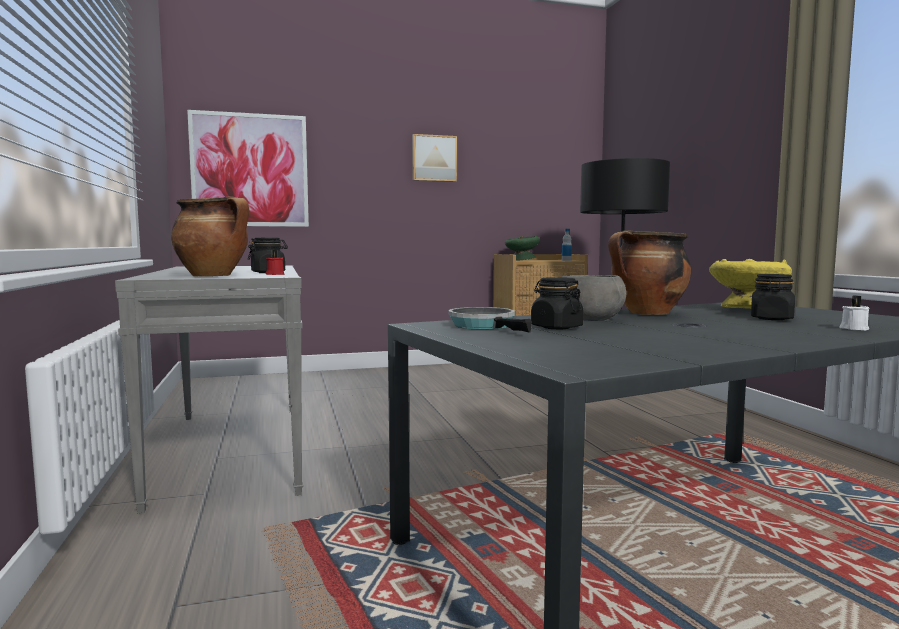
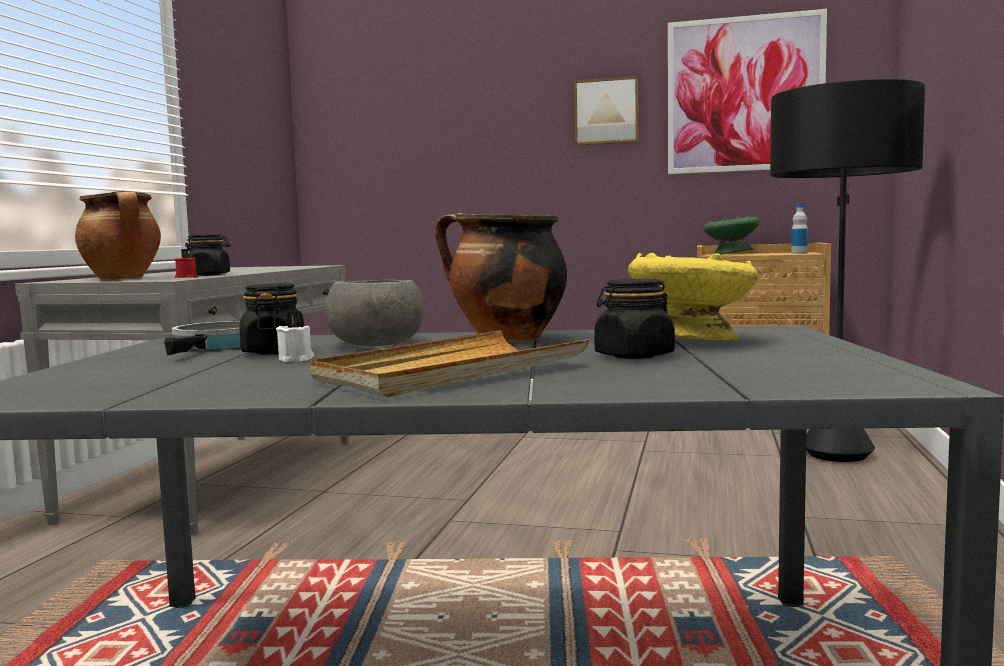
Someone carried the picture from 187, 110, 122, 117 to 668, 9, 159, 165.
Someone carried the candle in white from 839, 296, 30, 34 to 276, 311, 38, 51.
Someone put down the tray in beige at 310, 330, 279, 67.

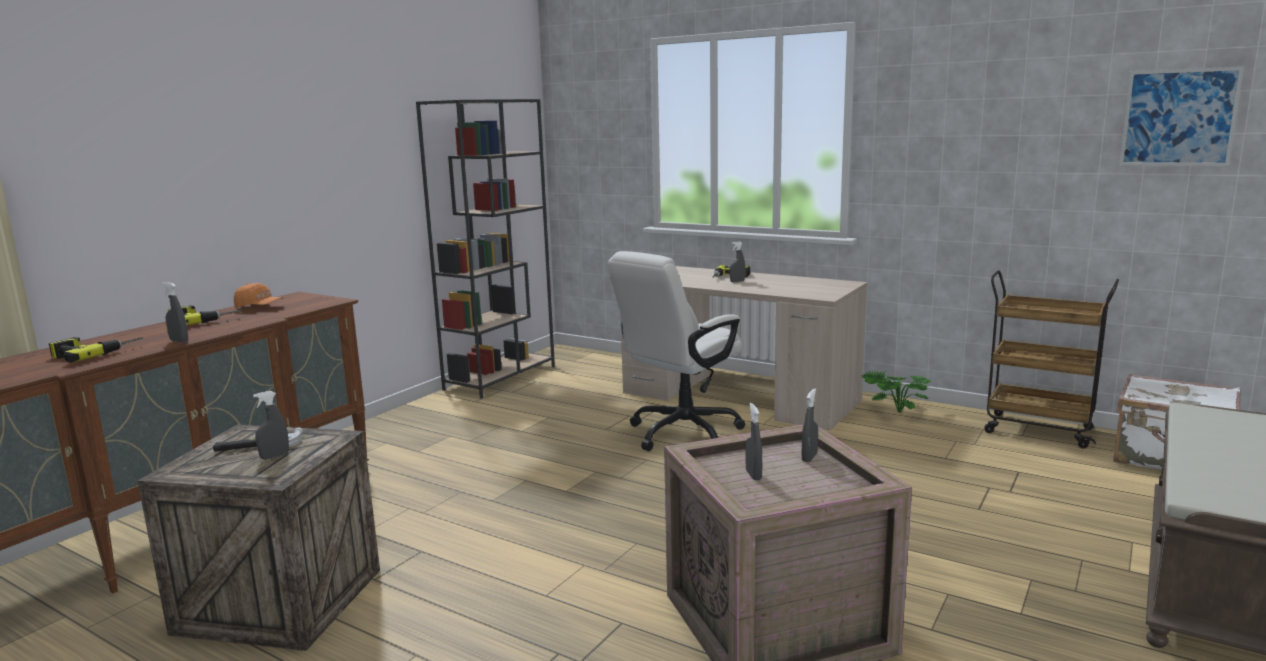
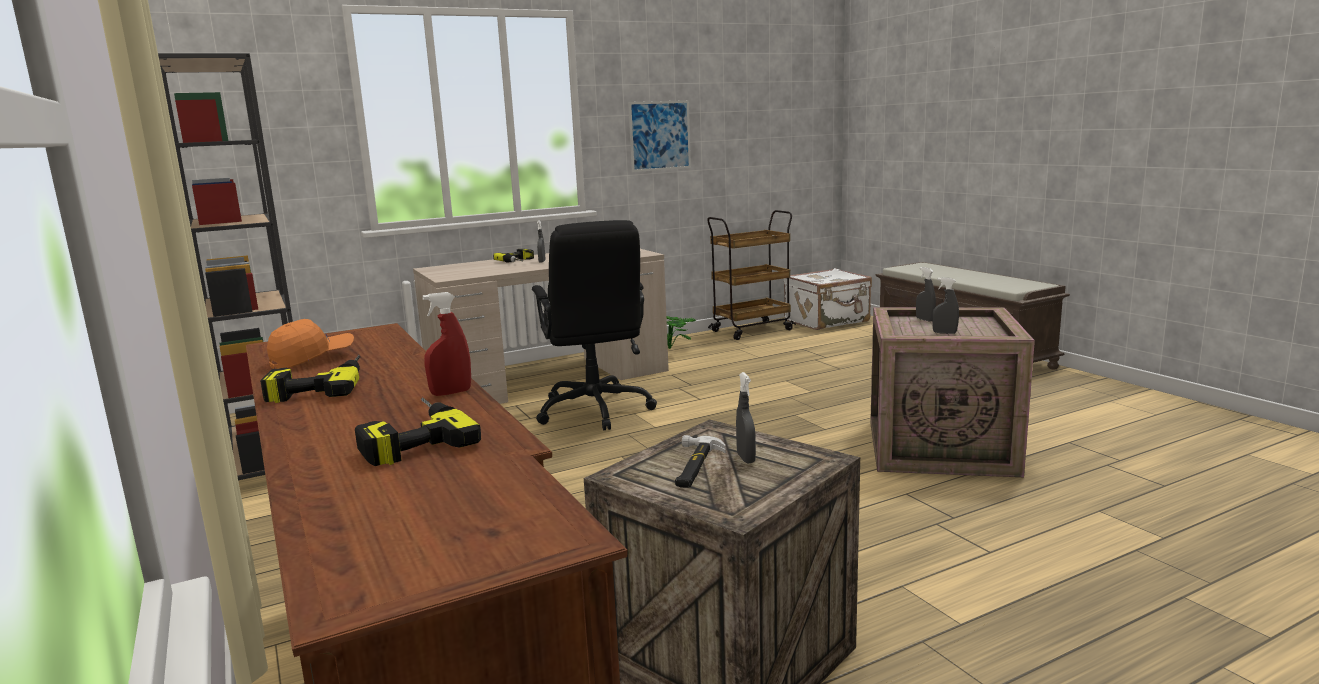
Someone carried the picture from 1119, 67, 125, 99 to 628, 100, 63, 72.
Someone repainted the office chair in white at 608, 251, 137, 200, which became the office chair in black at 532, 220, 125, 210.
Someone repainted the spray bottle in grey at 162, 282, 26, 61, which became the spray bottle in red at 422, 292, 49, 104.

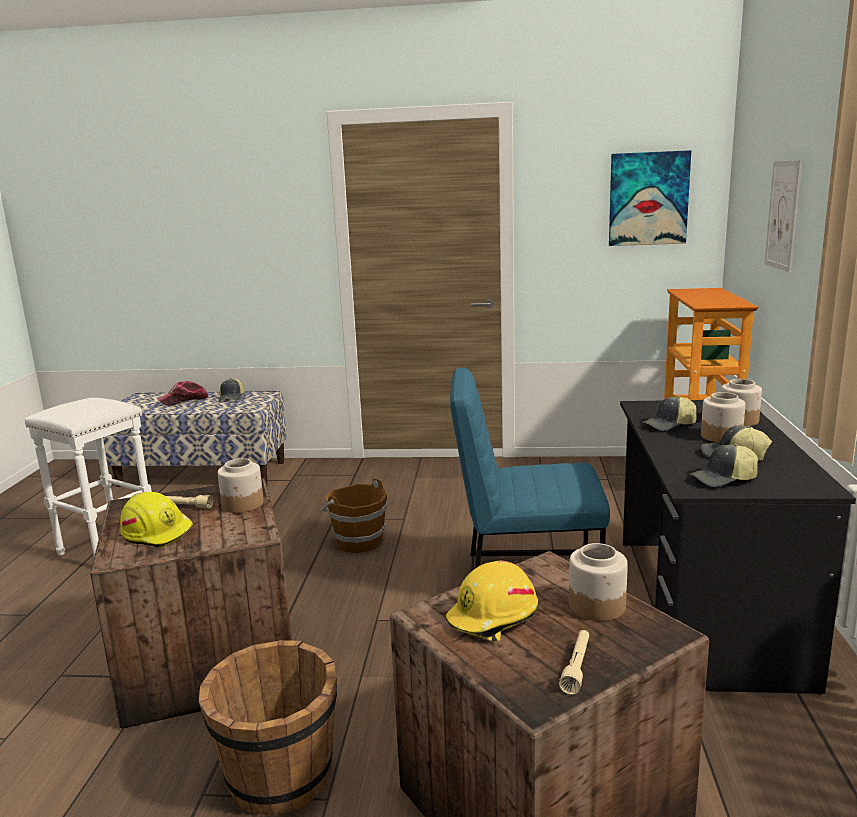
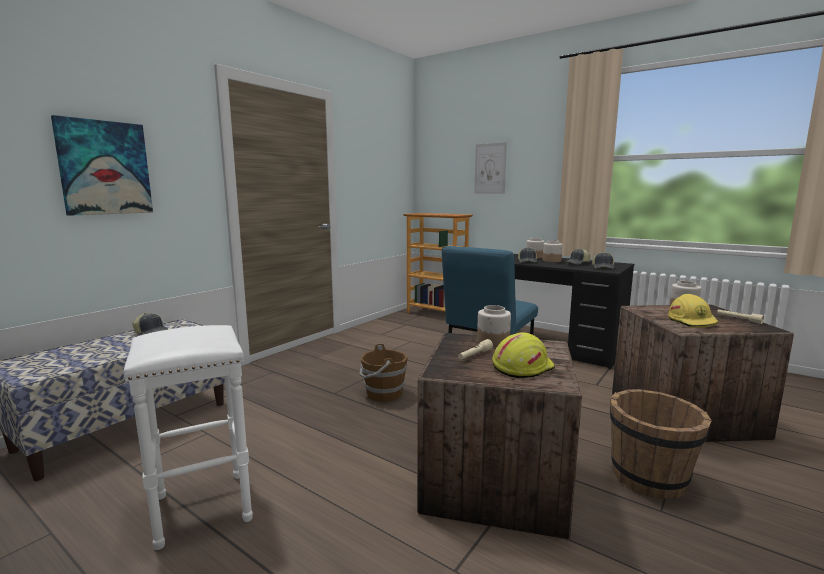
Someone carried the picture from 609, 150, 82, 96 to 51, 115, 102, 101.
Someone took away the cap at 157, 381, 51, 25.

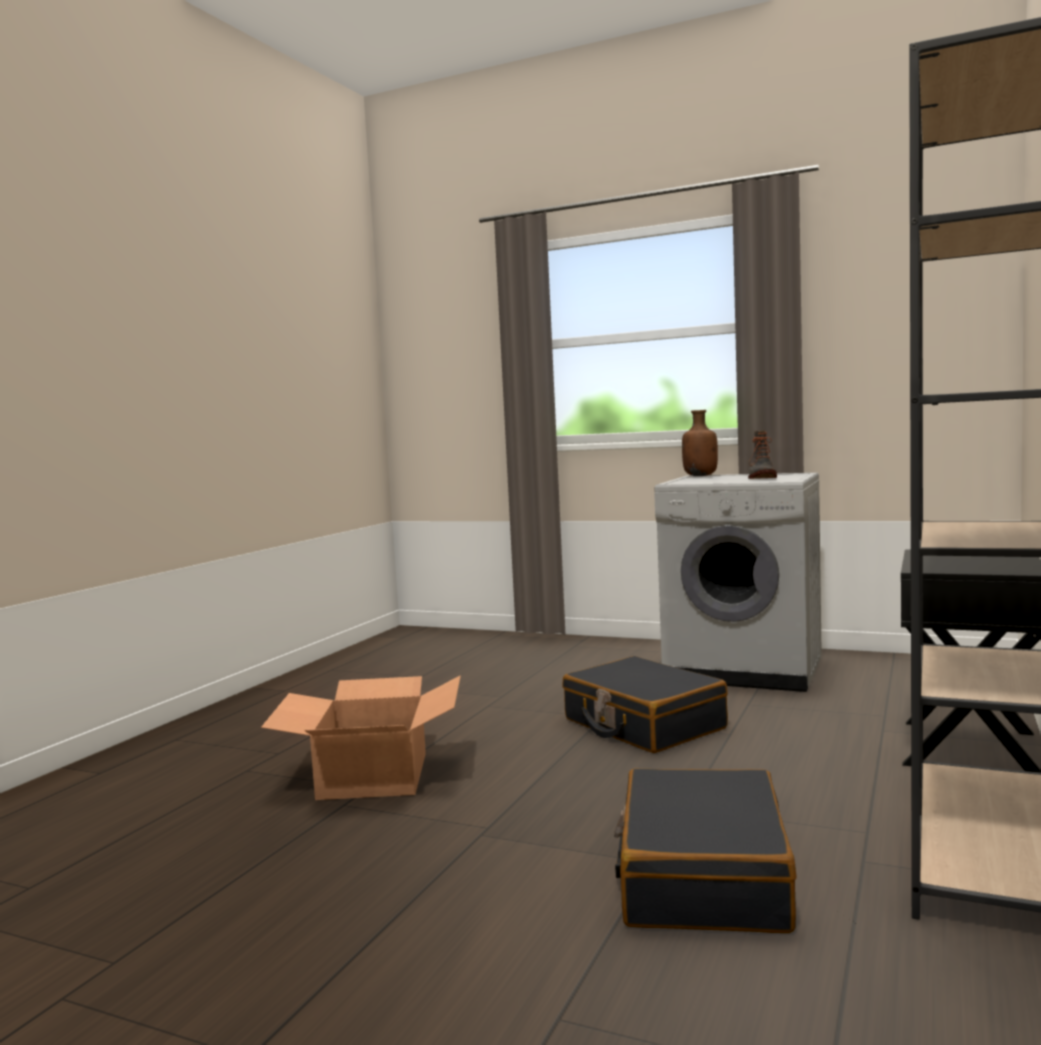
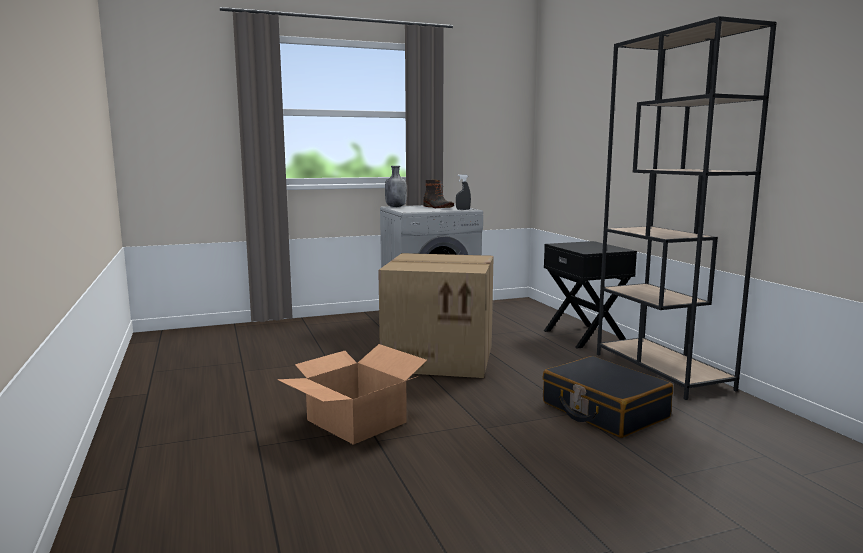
Someone repainted the bottle in brown at 682, 410, 36, 66, which became the bottle in grey at 385, 166, 22, 41.
Someone swapped the suitcase in black at 562, 656, 166, 97 for the cardboard box at 378, 253, 116, 125.
Someone put down the spray bottle in grey at 456, 174, 15, 36.

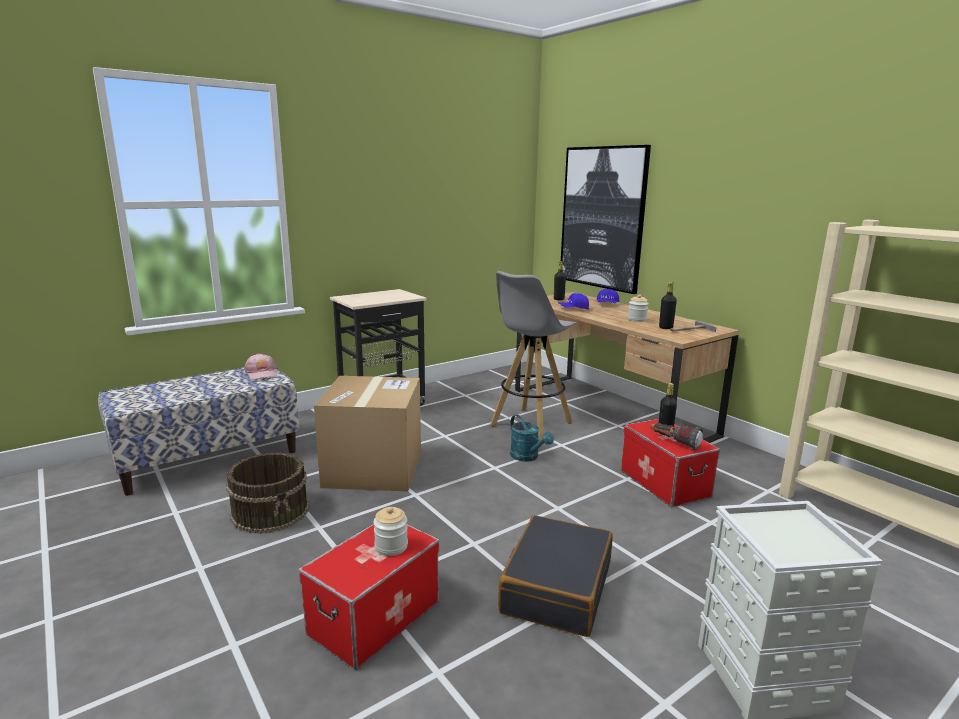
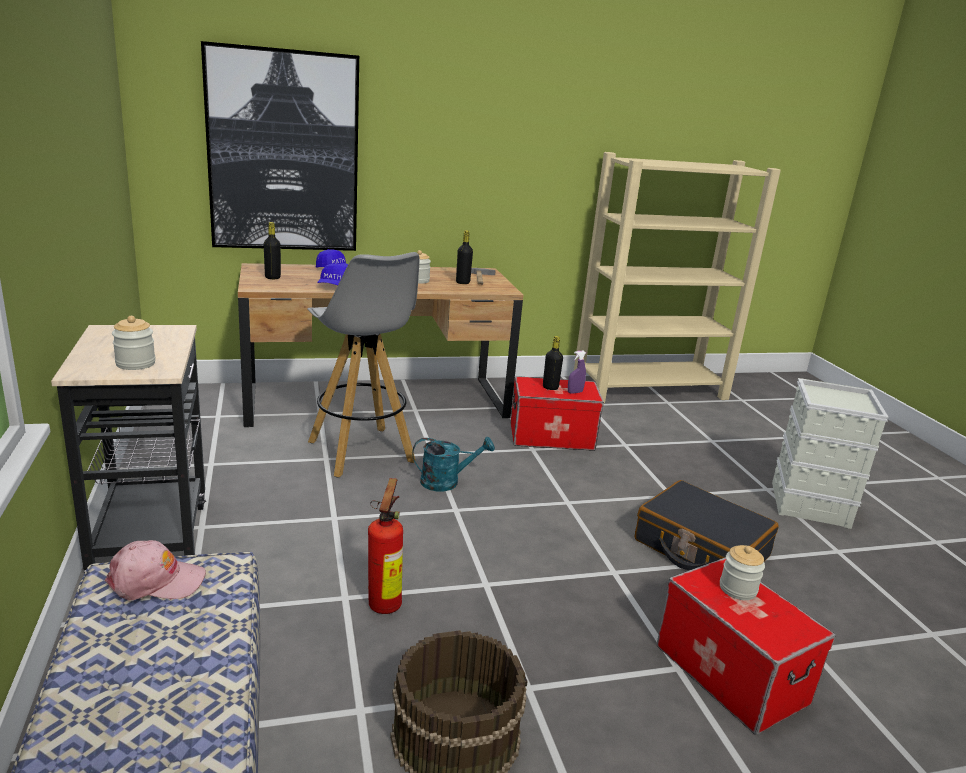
Someone swapped the cardboard box at 314, 376, 107, 116 for the fire extinguisher at 368, 478, 35, 136.
Someone swapped the flashlight at 651, 423, 52, 27 for the spray bottle in purple at 568, 351, 18, 43.
Someone put down the jar at 112, 316, 44, 54.

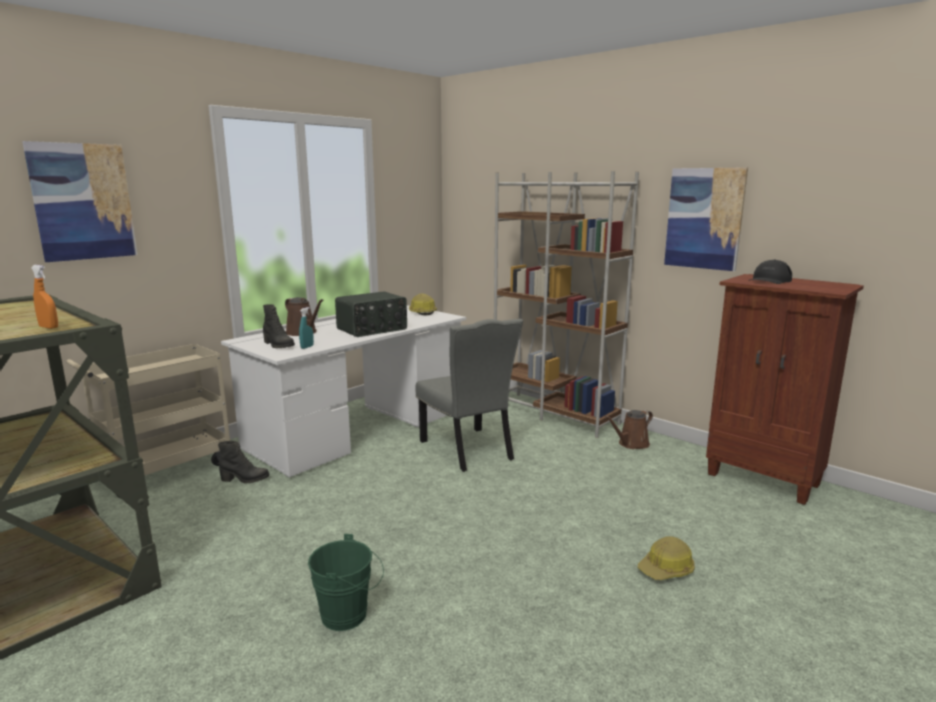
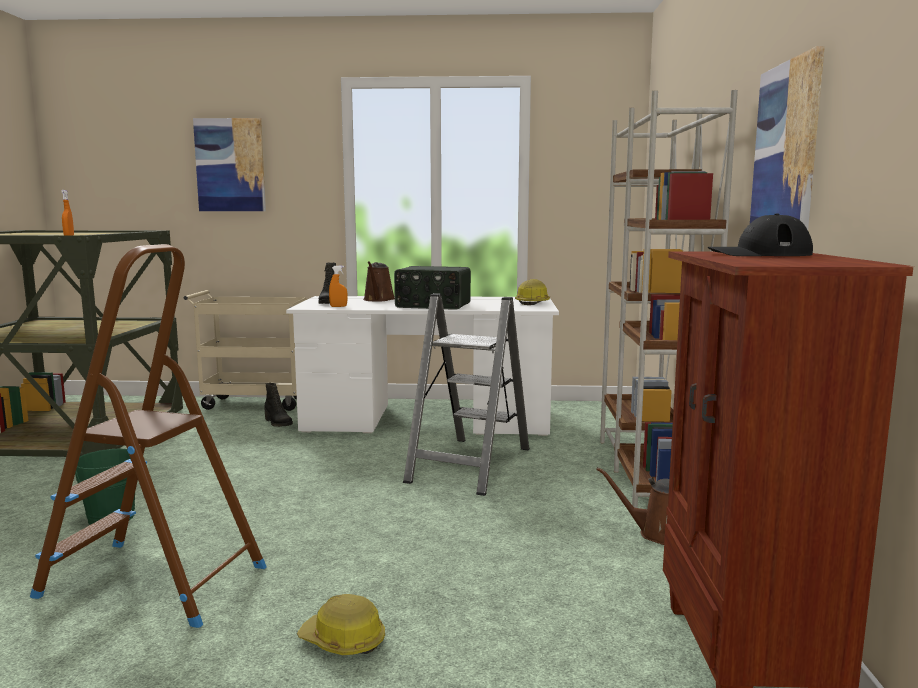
Someone repainted the spray bottle in turquoise at 299, 307, 15, 42, which became the spray bottle in orange at 329, 266, 19, 41.
Someone swapped the chair in grey at 416, 319, 107, 153 for the step ladder in grey at 403, 293, 127, 203.
Someone put down the step ladder in brown at 30, 244, 237, 384.

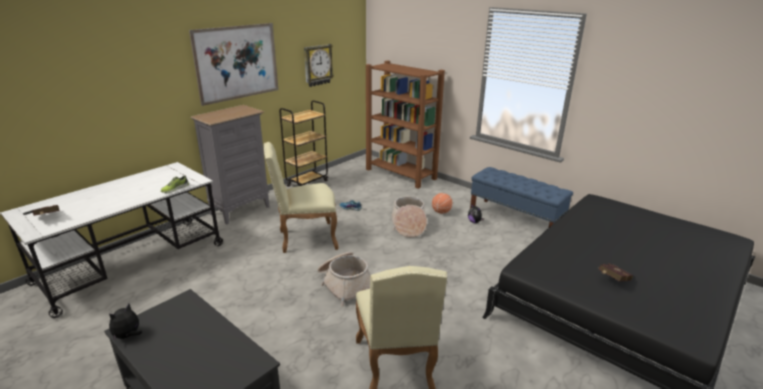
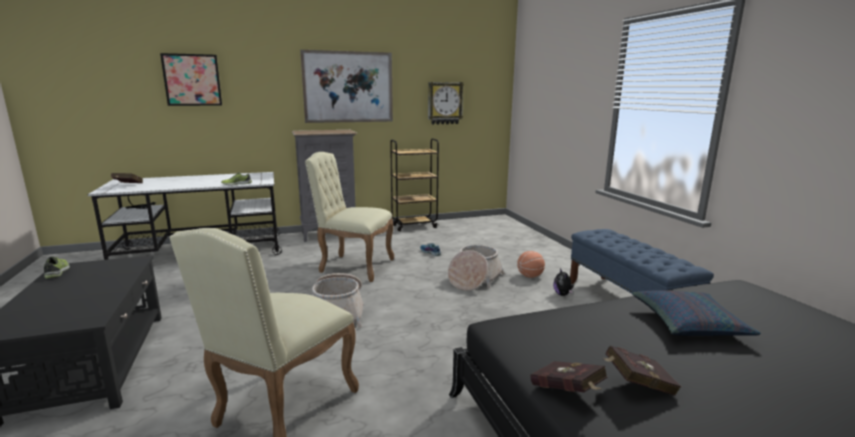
Someone took away the bookcase in brown at 366, 61, 79, 128.
Someone swapped the plush toy at 109, 304, 33, 37 for the shoe at 44, 256, 26, 23.
Someone put up the picture at 160, 53, 62, 53.
Someone put down the pillow in blue at 632, 290, 129, 46.
Someone put down the book in red at 530, 361, 78, 31.

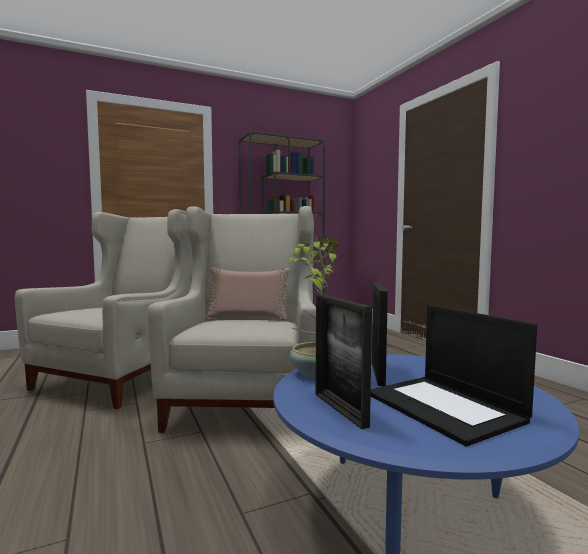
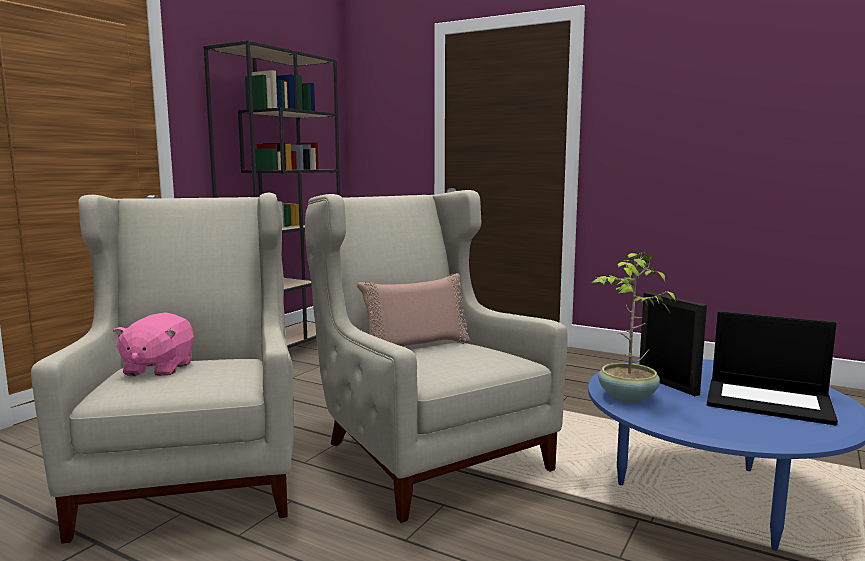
Someone took away the picture frame at 315, 294, 57, 135.
Someone put down the plush toy in pink at 113, 312, 81, 64.

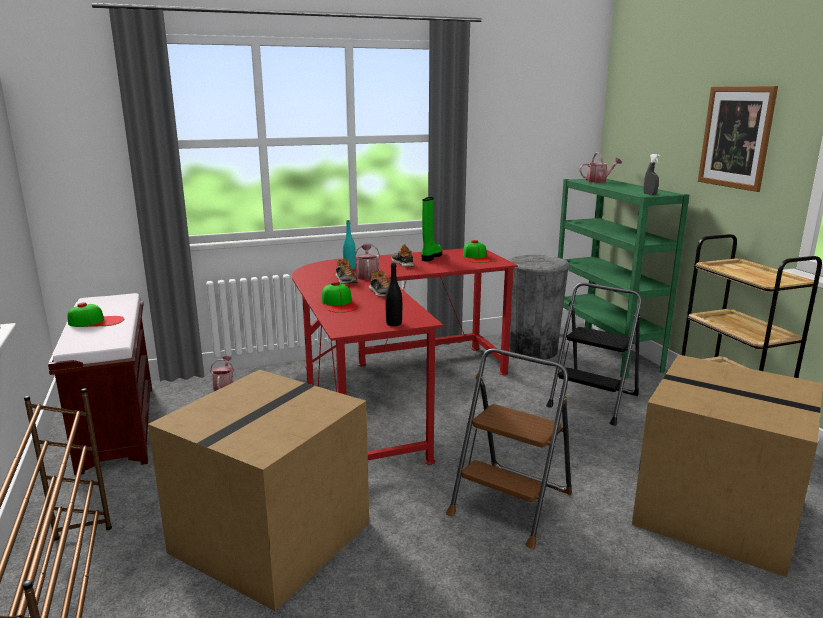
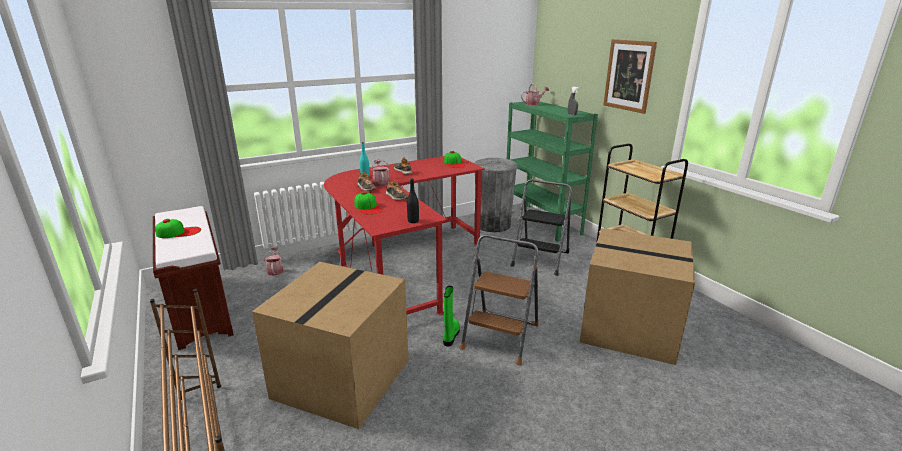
Someone carried the boot in green from 421, 197, 21, 64 to 443, 286, 17, 61.

